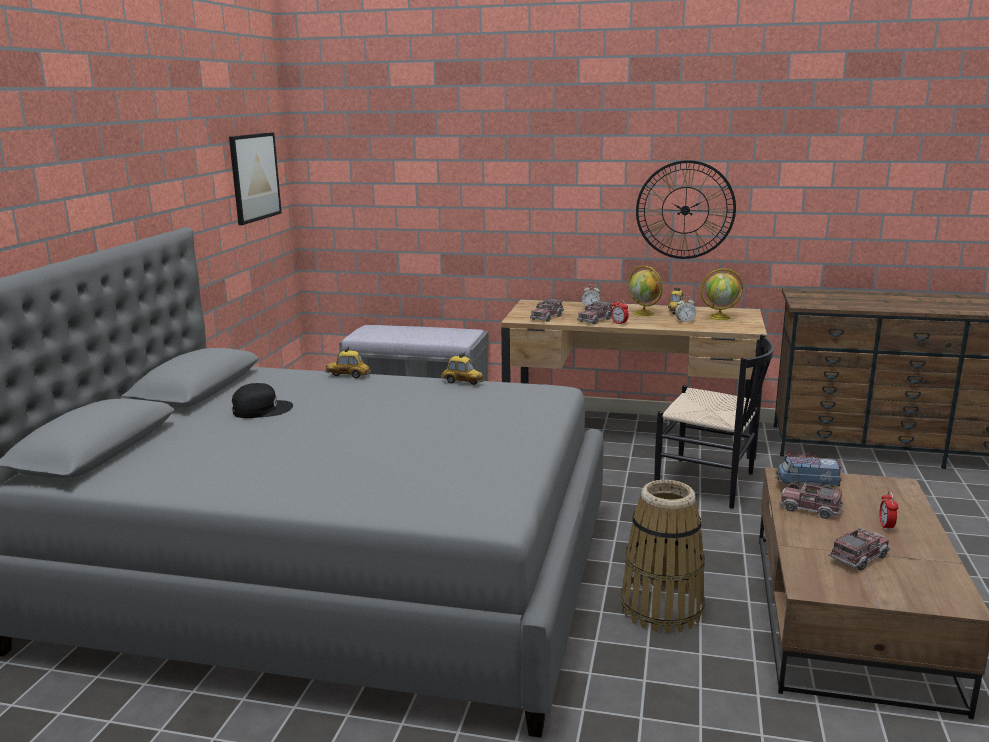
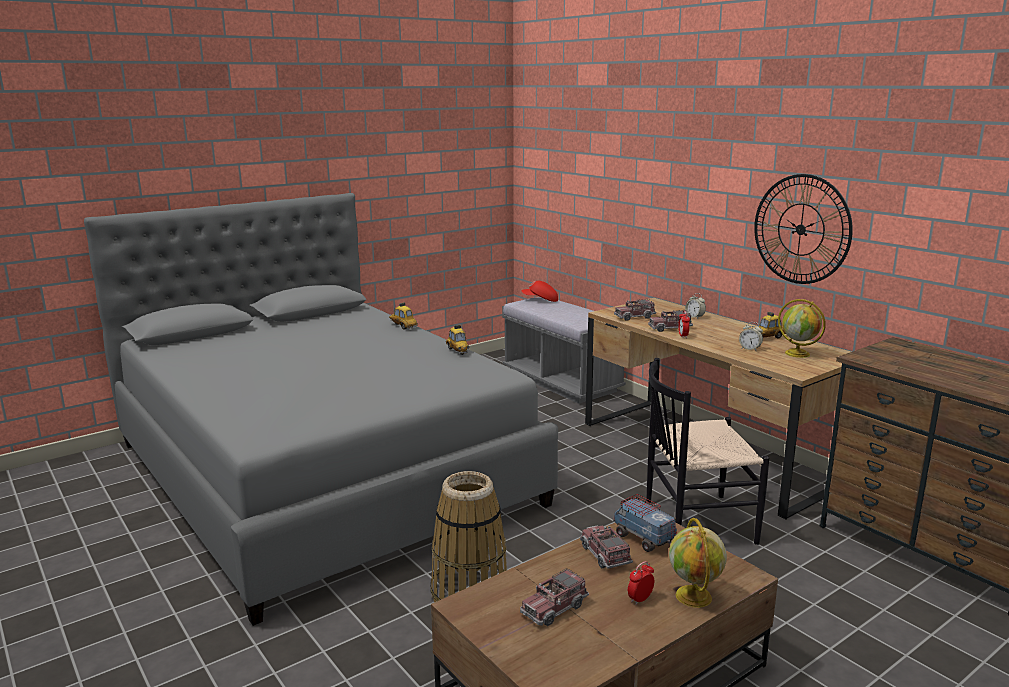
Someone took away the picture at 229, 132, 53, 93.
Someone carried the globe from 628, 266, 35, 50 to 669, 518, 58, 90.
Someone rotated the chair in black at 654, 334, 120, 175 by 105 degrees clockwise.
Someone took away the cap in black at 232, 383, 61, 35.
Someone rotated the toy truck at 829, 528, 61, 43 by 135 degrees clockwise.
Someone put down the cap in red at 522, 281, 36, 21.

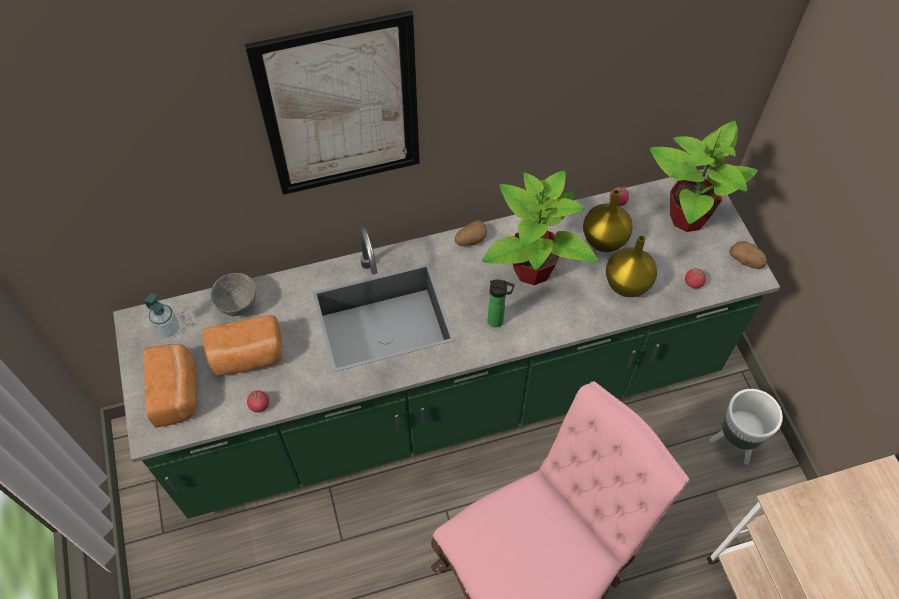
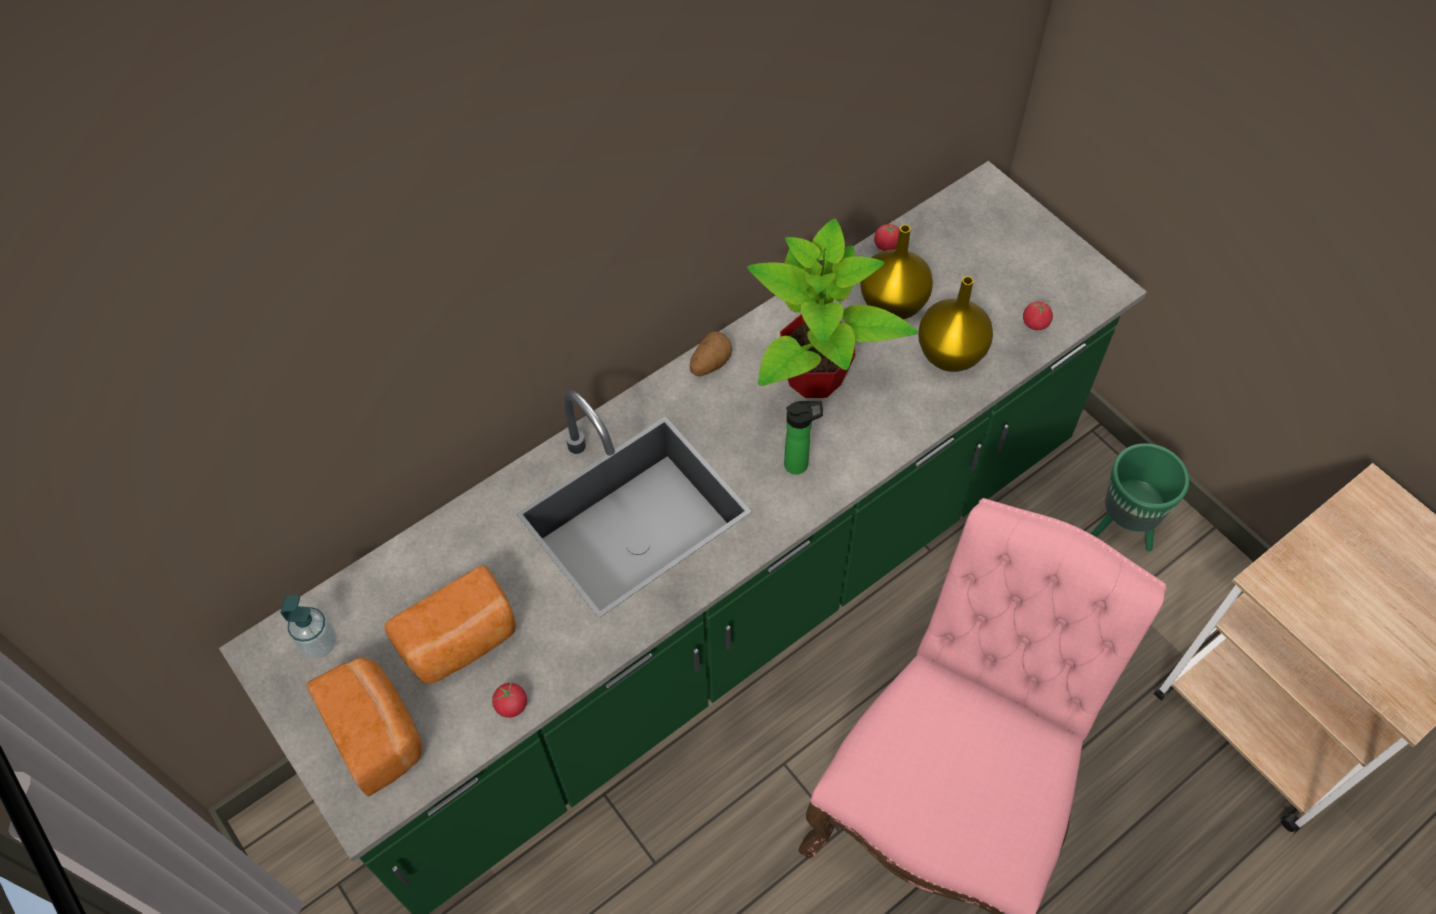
Someone took away the picture at 245, 11, 175, 184.
Someone took away the potted plant at 650, 121, 108, 111.
Someone took away the potato at 730, 241, 37, 28.
Someone took away the bowl in grey at 210, 273, 46, 43.
Someone repainted the planter in white at 710, 389, 73, 76, which became the planter in green at 1091, 443, 98, 109.

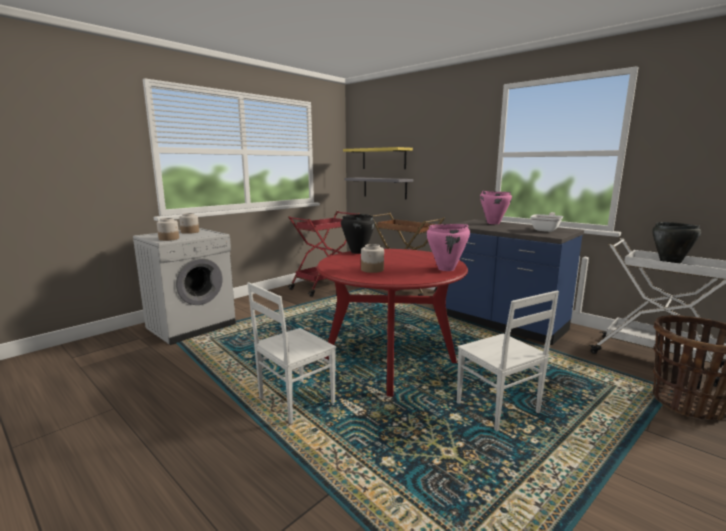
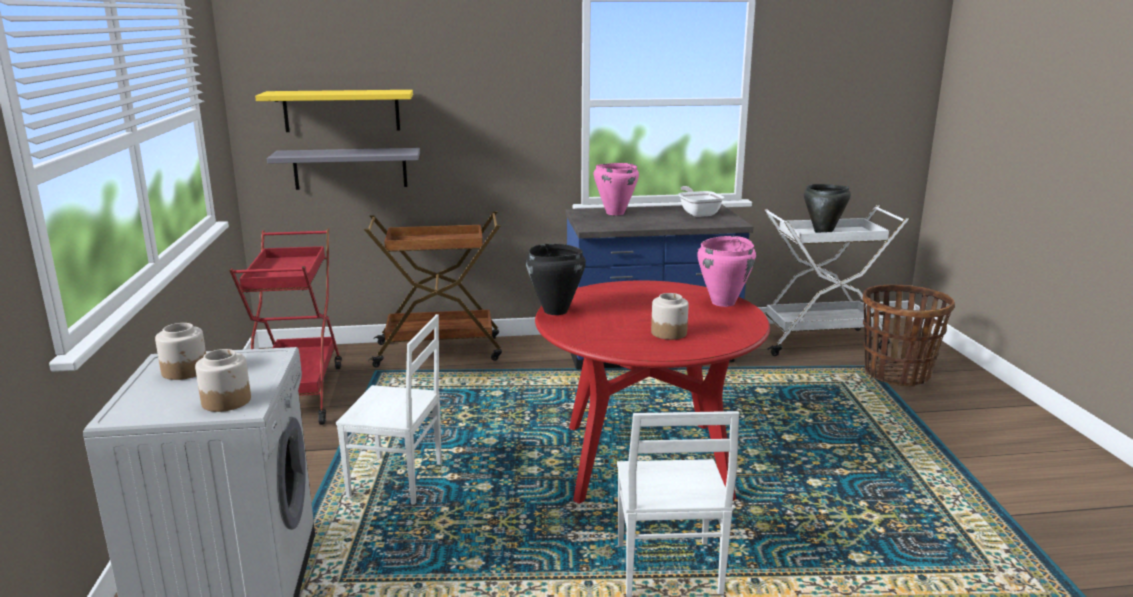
Someone carried the chair in white from 457, 291, 102, 140 to 336, 314, 106, 191.

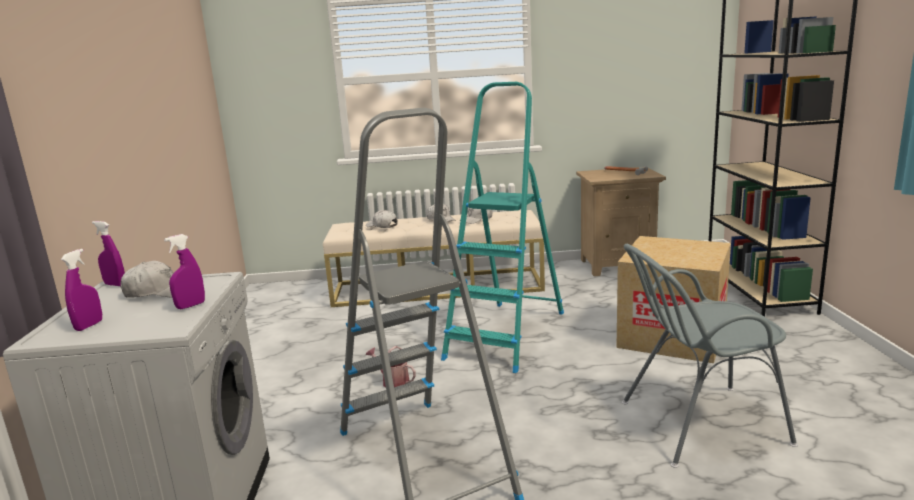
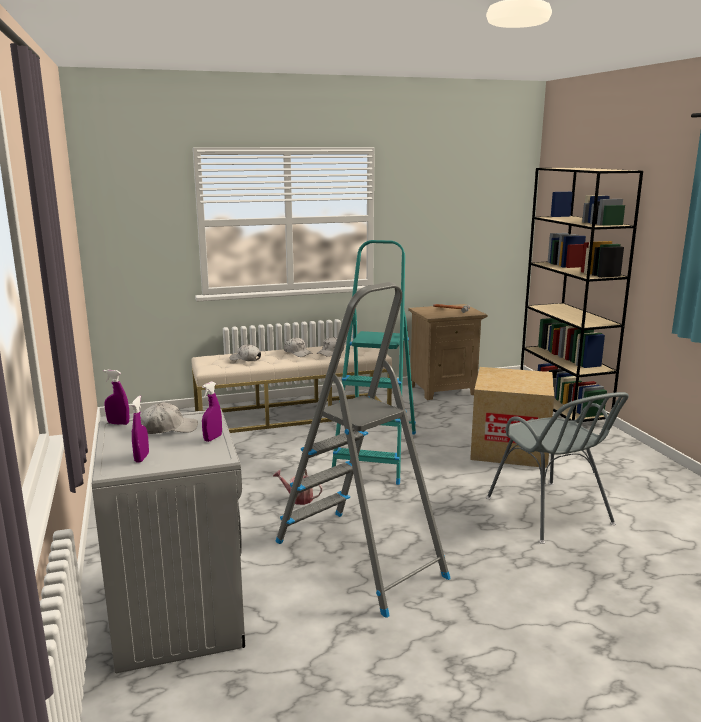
Someone rotated the chair in grey at 622, 244, 176, 224 by 90 degrees counterclockwise.

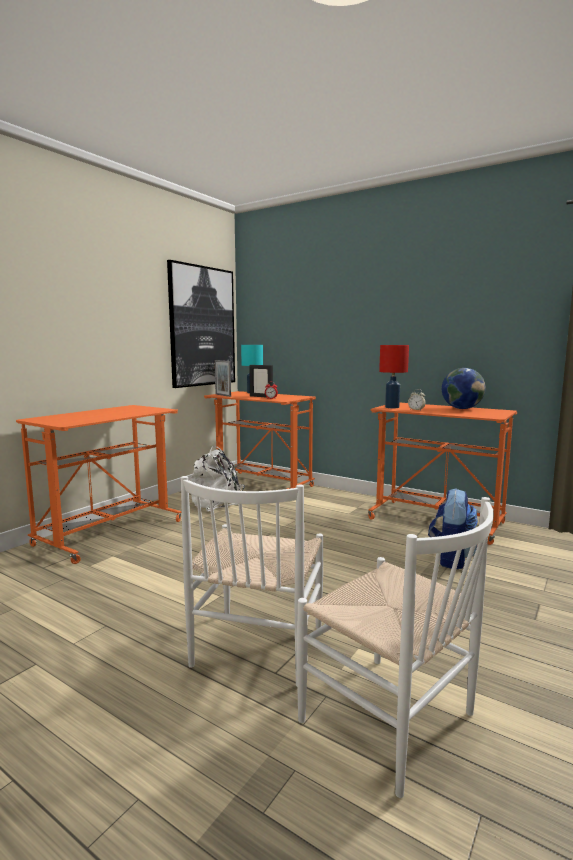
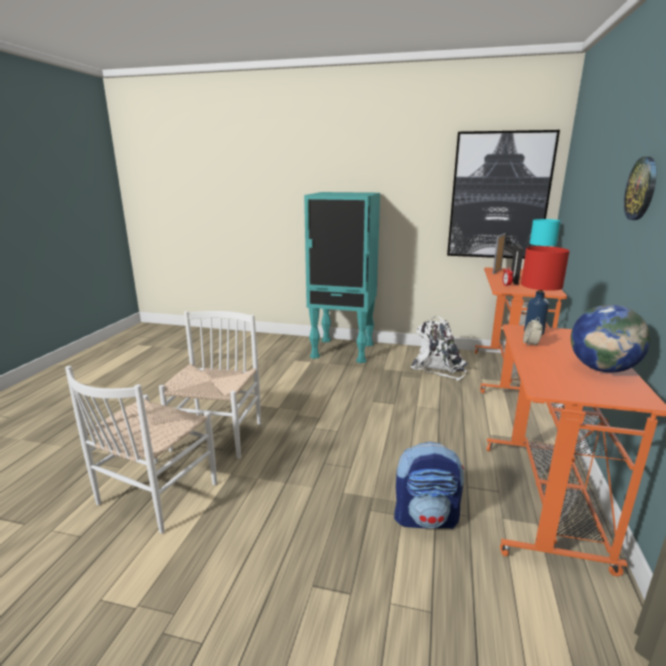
Someone swapped the desk in orange at 16, 405, 166, 159 for the cabinet in turquoise at 304, 192, 76, 171.
Someone rotated the chair in white at 181, 476, 142, 210 by 105 degrees clockwise.
Someone put up the wall clock at 624, 157, 32, 63.

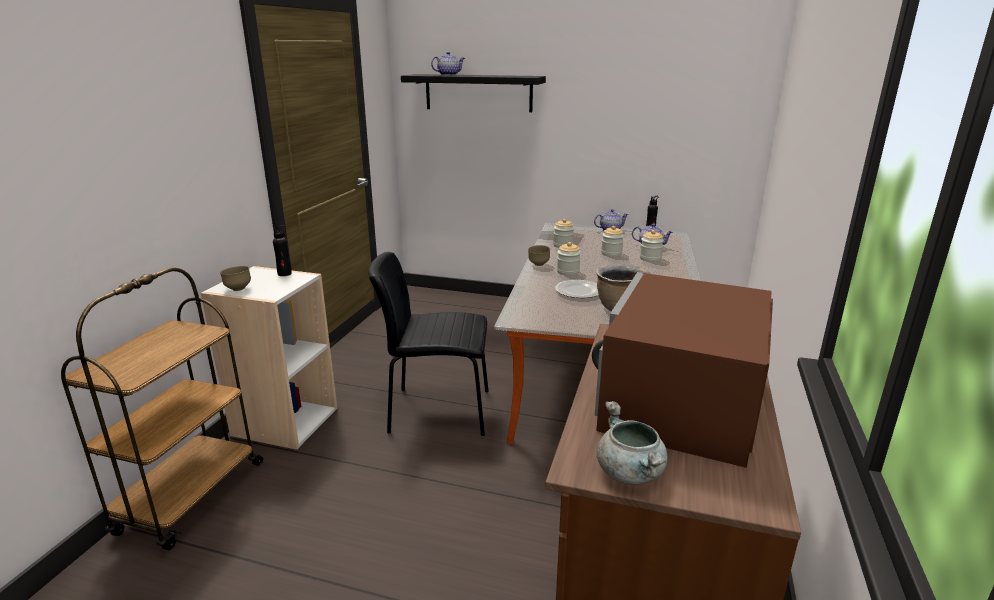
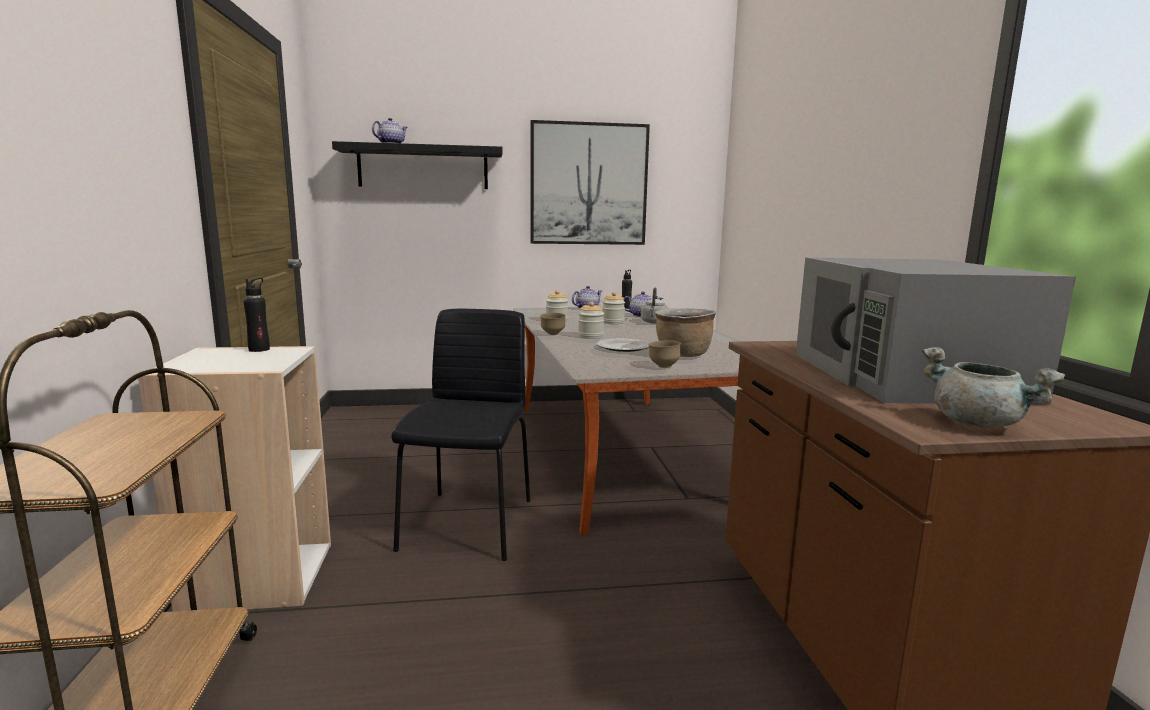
Someone swapped the jar at 640, 230, 24, 32 for the kettle in grey at 641, 287, 28, 37.
Someone rotated the chair in black at 368, 252, 121, 184 by 120 degrees clockwise.
Someone carried the bowl in brown from 220, 266, 31, 25 to 648, 340, 33, 28.
Someone repainted the microwave in brown at 592, 272, 181, 196, which became the microwave in grey at 796, 257, 280, 148.
Someone put up the picture at 531, 120, 119, 125.

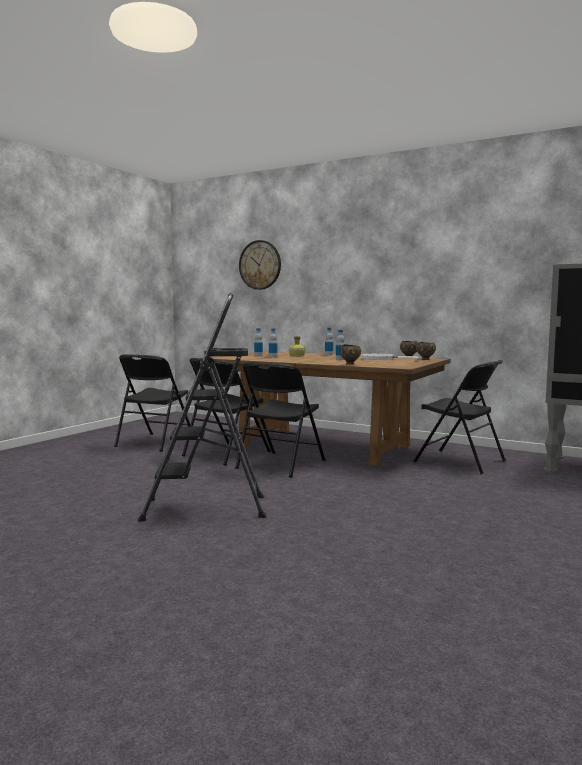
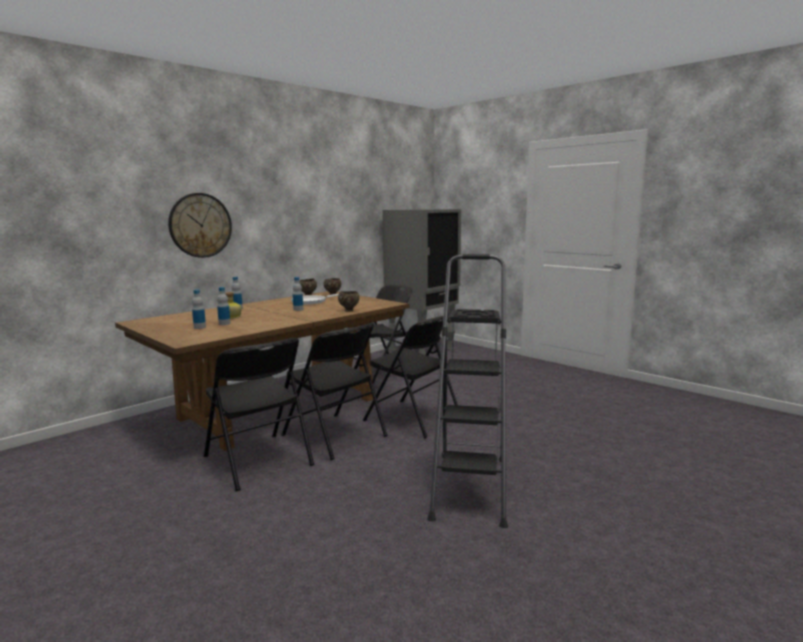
Someone carried the wall clock from 239, 240, 42, 50 to 168, 193, 64, 65.
Someone carried the chair in black from 114, 354, 76, 98 to 363, 312, 95, 127.

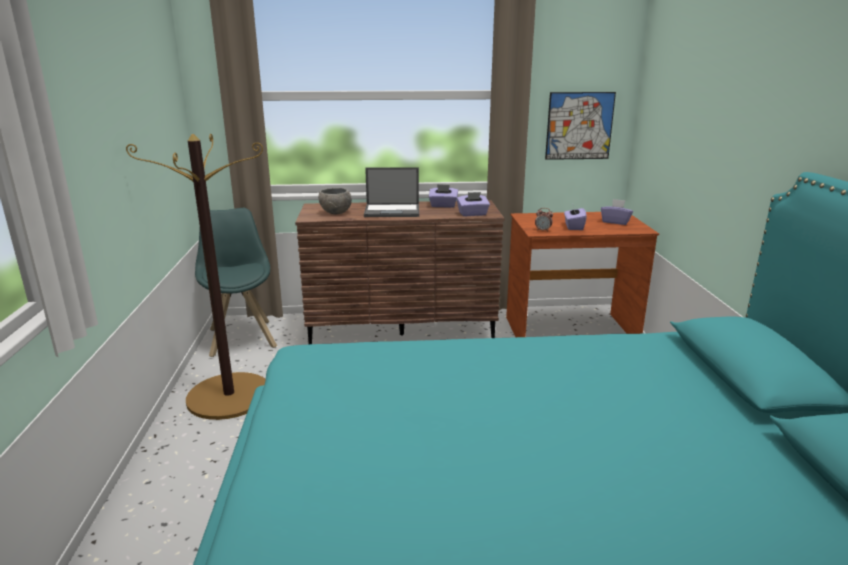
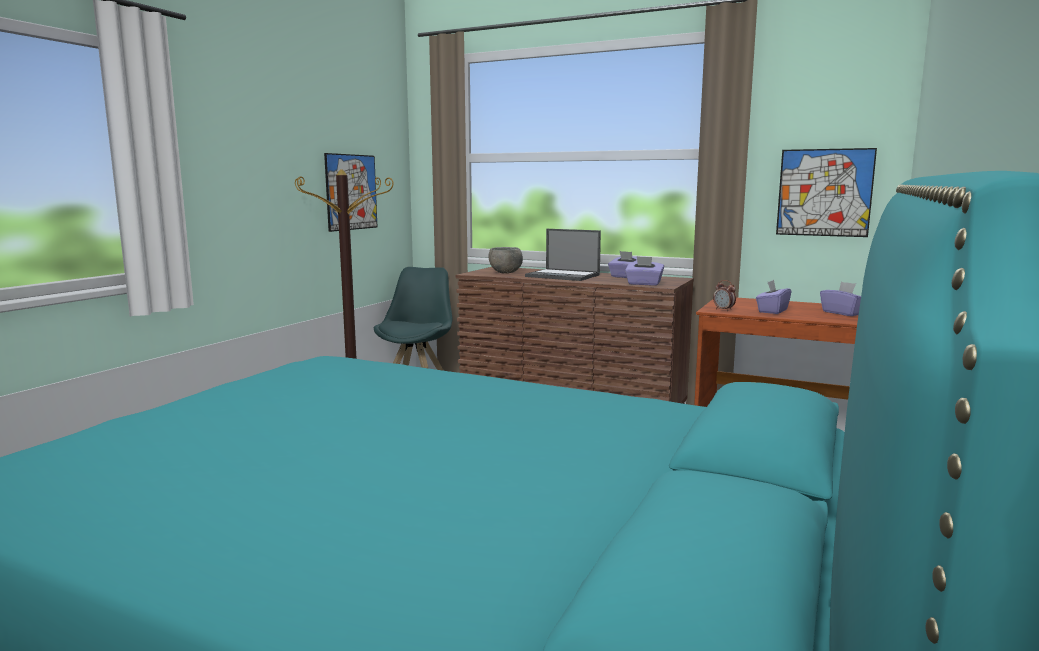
Someone put up the picture at 324, 153, 53, 79.

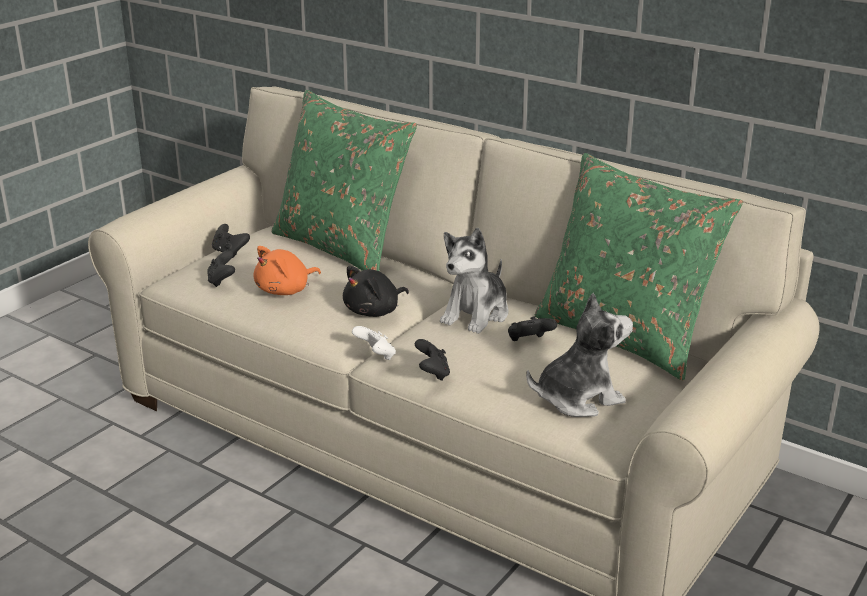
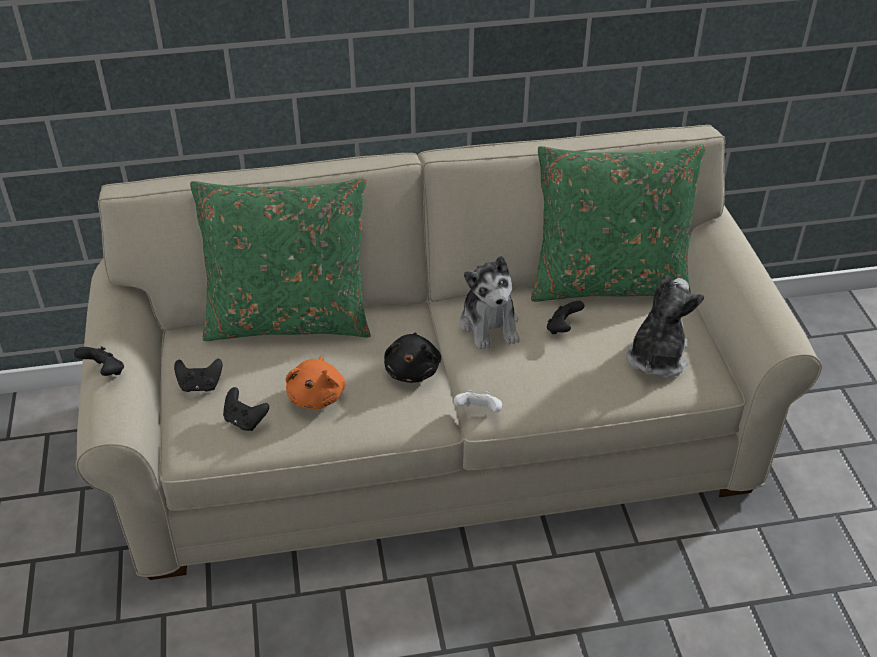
Someone carried the game controller in black from 415, 339, 35, 42 to 74, 347, 50, 29.

